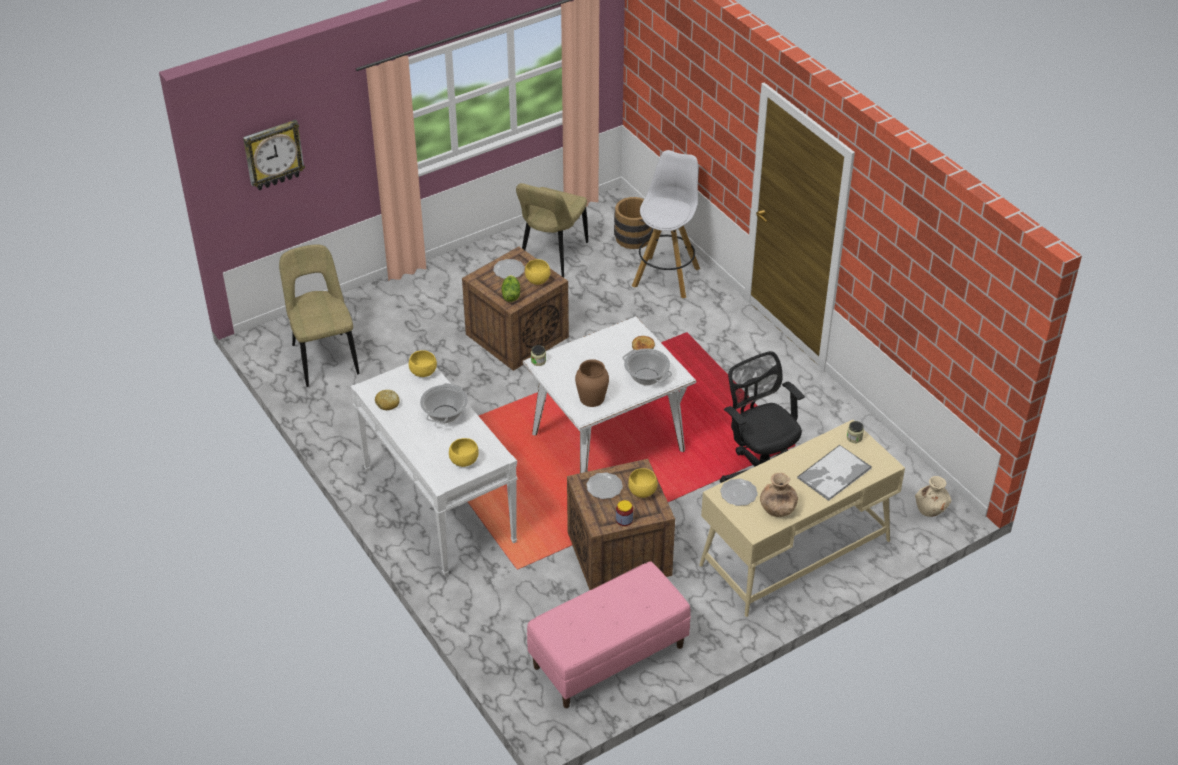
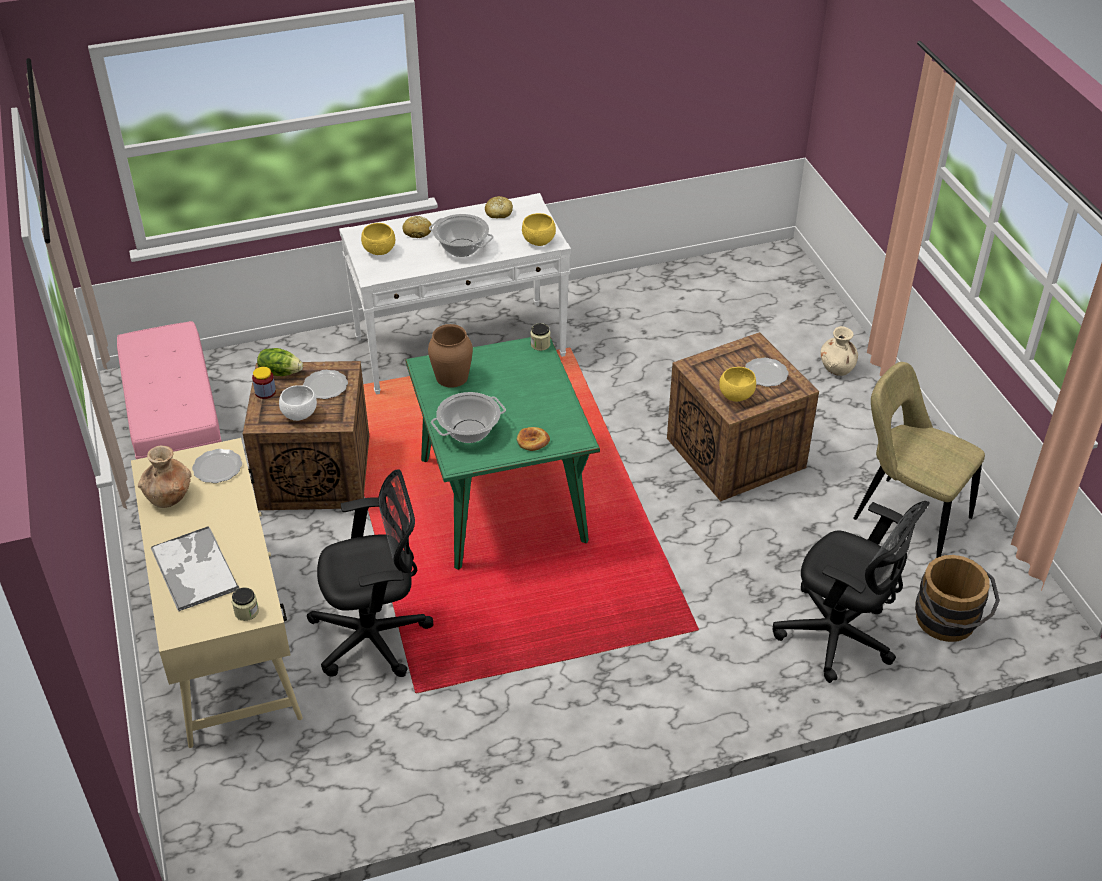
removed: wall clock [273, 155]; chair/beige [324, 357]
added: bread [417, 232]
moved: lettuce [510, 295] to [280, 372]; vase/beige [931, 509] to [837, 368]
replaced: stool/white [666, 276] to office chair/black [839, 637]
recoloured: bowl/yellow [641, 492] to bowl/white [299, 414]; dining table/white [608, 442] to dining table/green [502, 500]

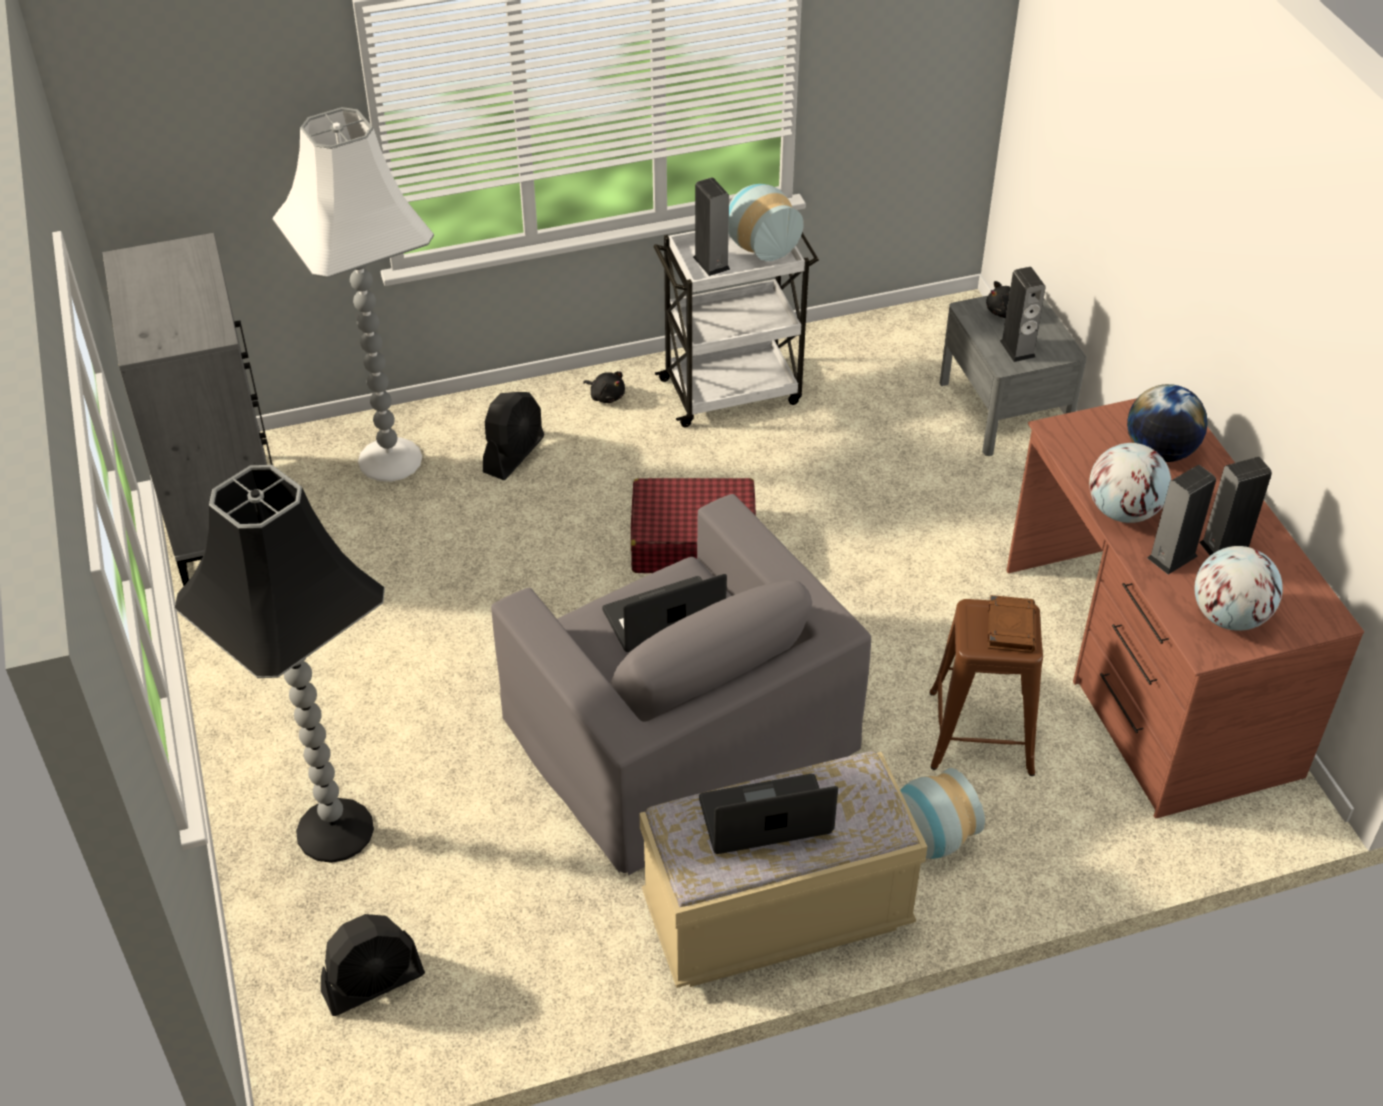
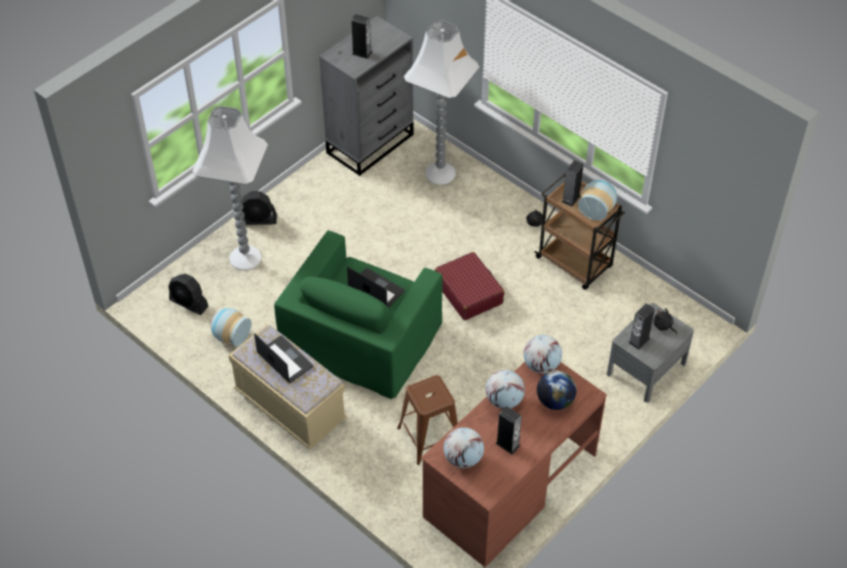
removed: book/brown [1010, 627]
added: globe [541, 365]
moved: vase [928, 839] to [230, 336]; fan/black [514, 454] to [258, 220]; speaker [1172, 557] to [362, 53]
recoloured: floor lamp/black [333, 830] to floor lamp/white [245, 257]; armchair/grey [680, 729] to armchair/green [361, 336]; cart/white [733, 390] to cart/brown [575, 263]

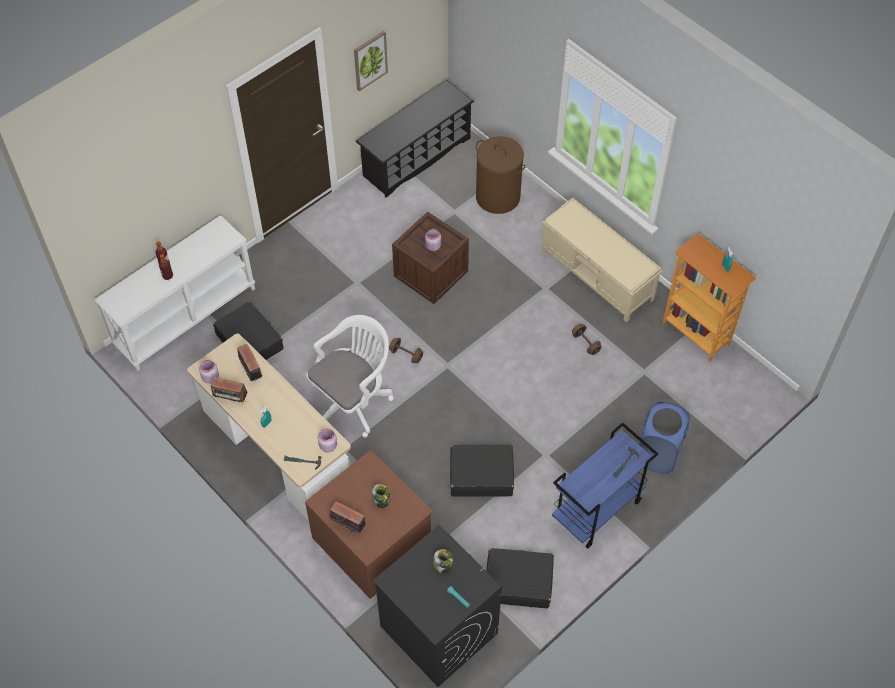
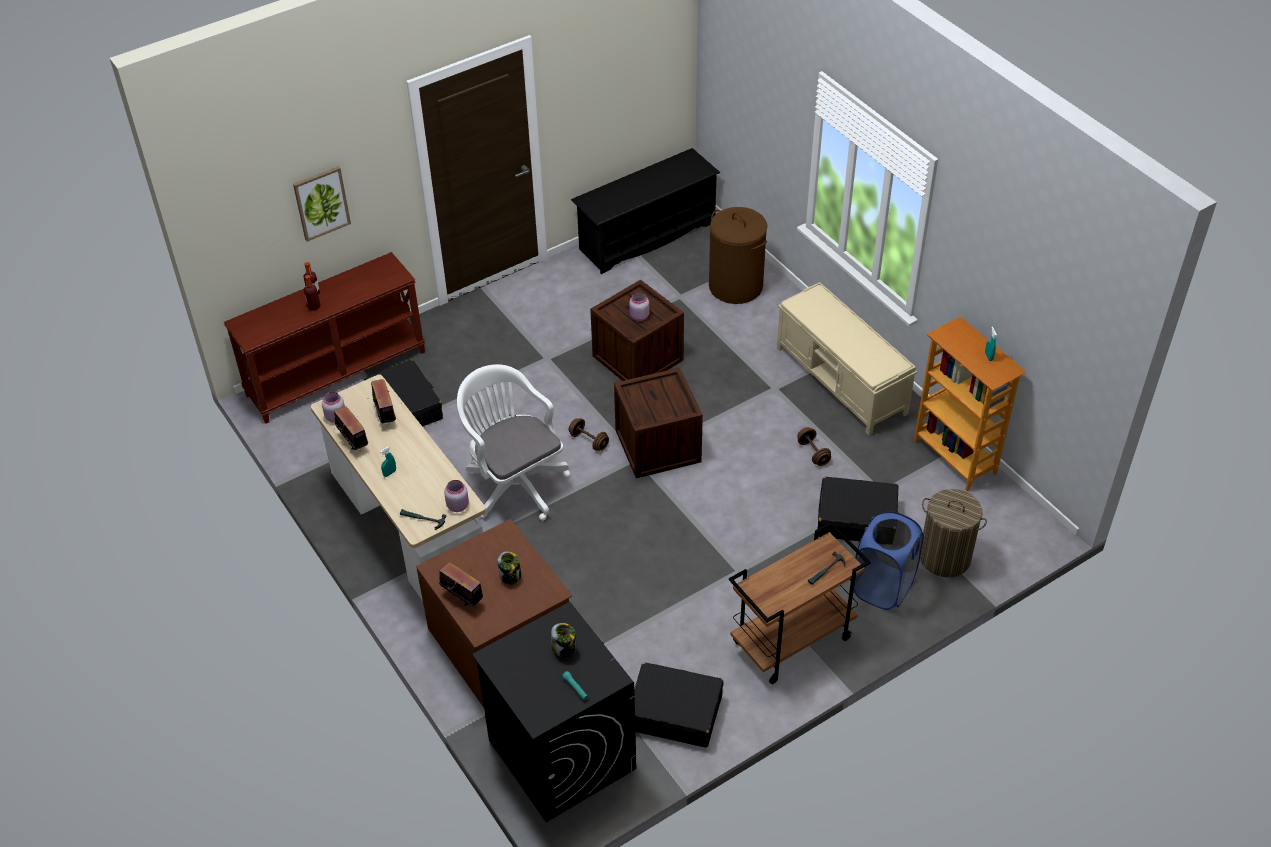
added: crate [658, 446]; laundry basket [944, 557]
moved: picture [370, 60] to [321, 203]; suitcase/black [481, 475] to [856, 519]
recoloured: console table/white [185, 316] to console table/brown [336, 372]; cart/blue [597, 510] to cart/brown [792, 642]
turned: radio [231, 399] = [354, 442] 150 degrees counterclockwise; office chair/white [353, 400] = [514, 483] 90 degrees counterclockwise

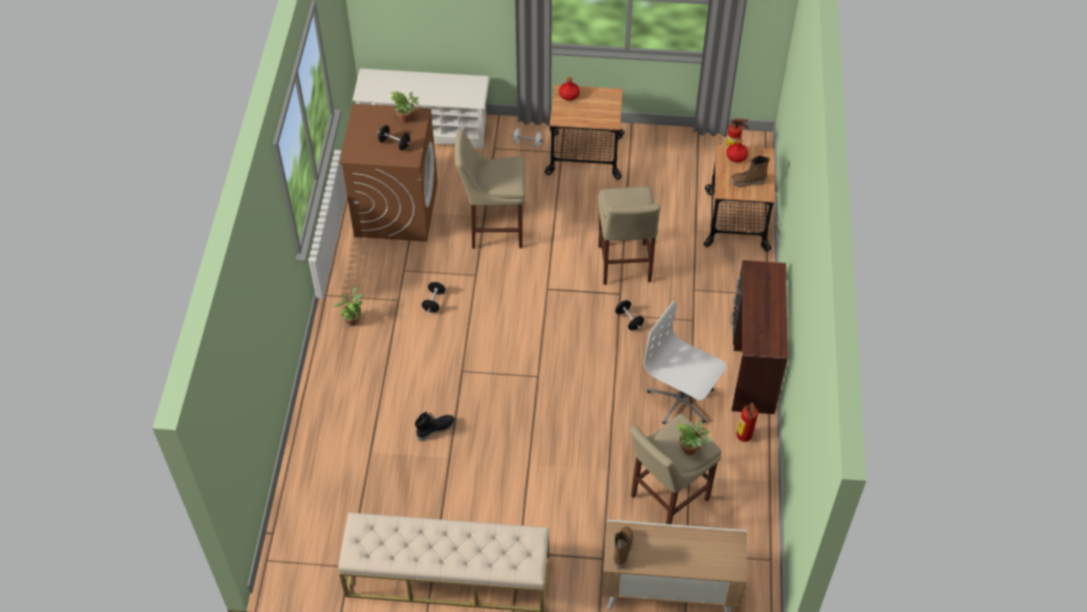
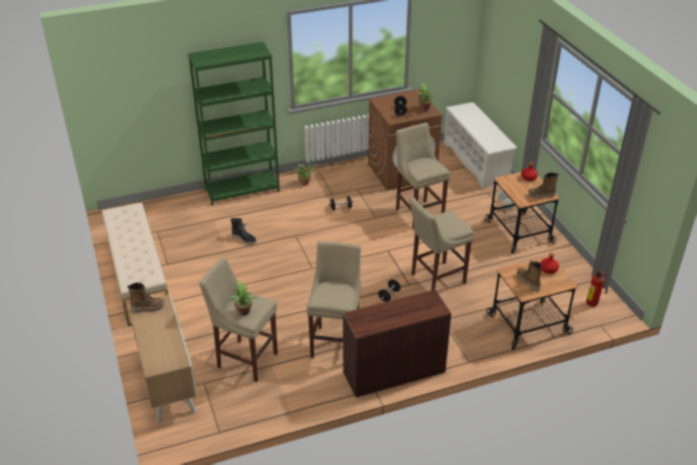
removed: fire extinguisher [743, 438]
added: bookcase/green [242, 190]; boot [541, 195]
replaced: office chair/white [681, 400] to stool/beige [336, 342]

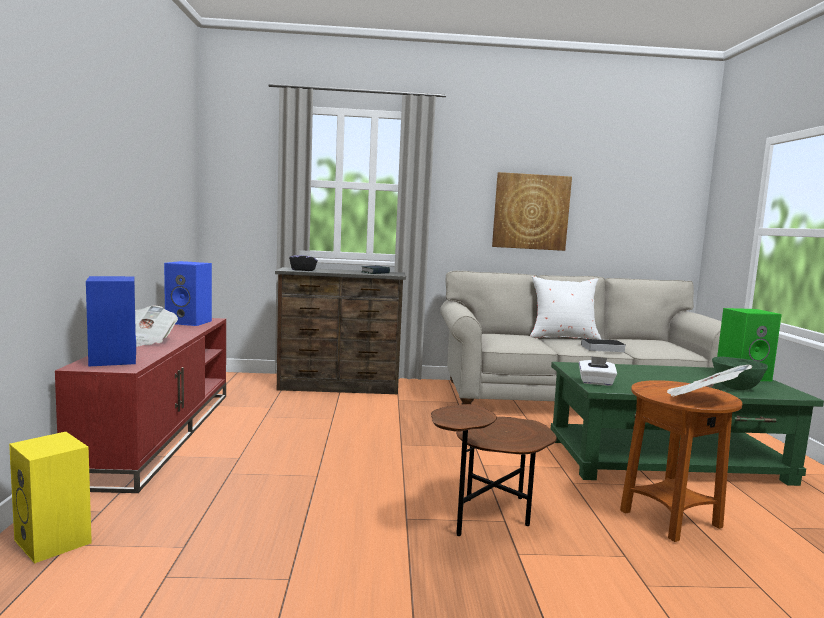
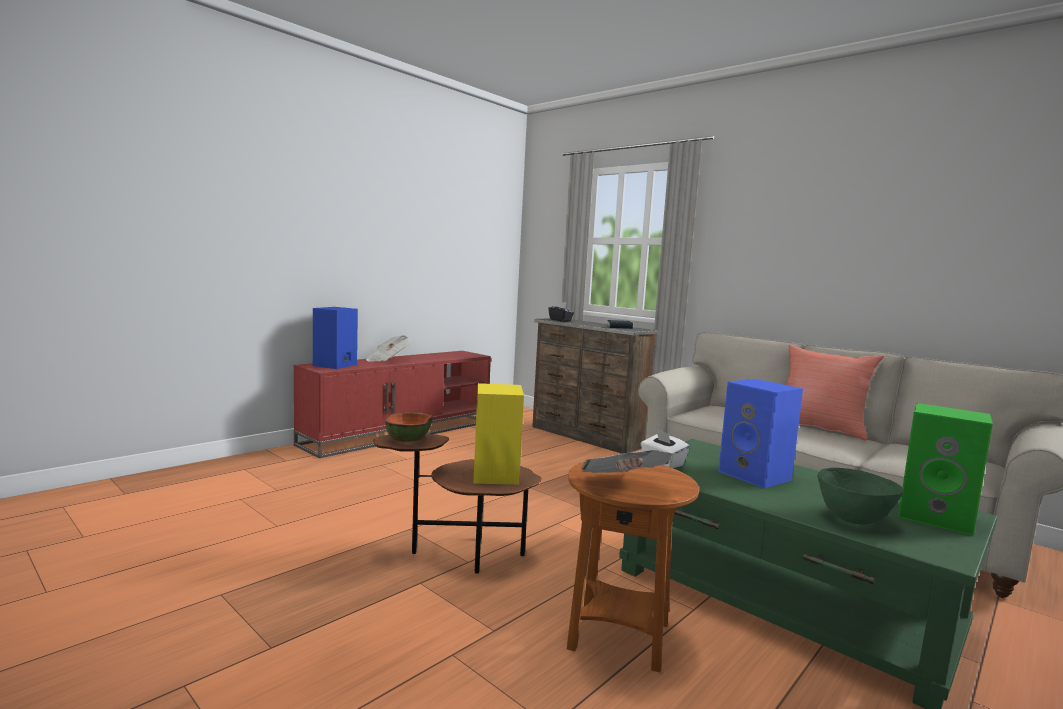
removed: picture [531, 212]; book [601, 348]
added: bowl [409, 440]
moved: speaker/yellow [55, 541] to [497, 475]; speaker/blue [190, 322] to [756, 476]
recoloured: pillow/white [562, 337] to pillow/red [819, 427]

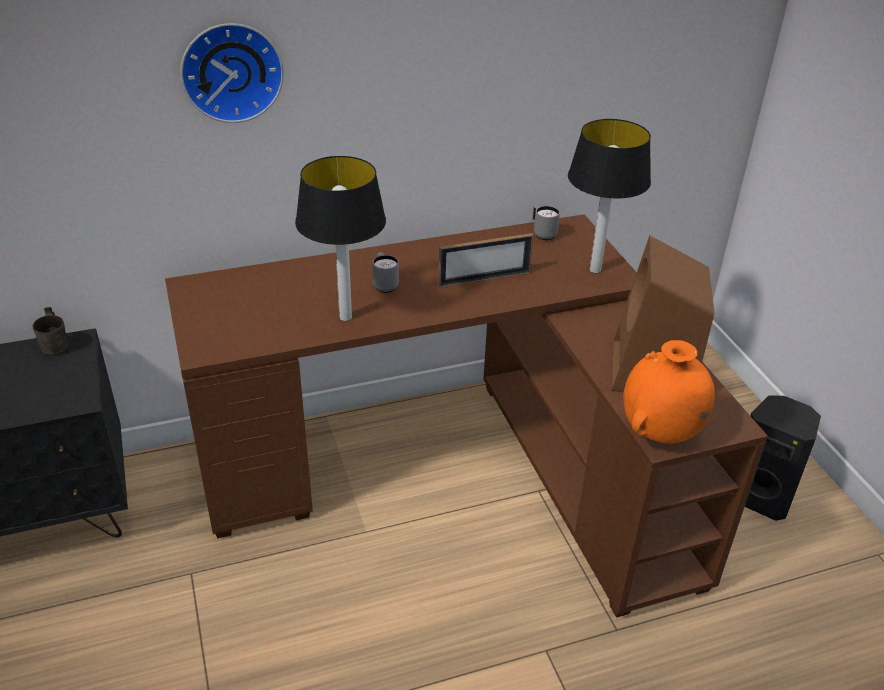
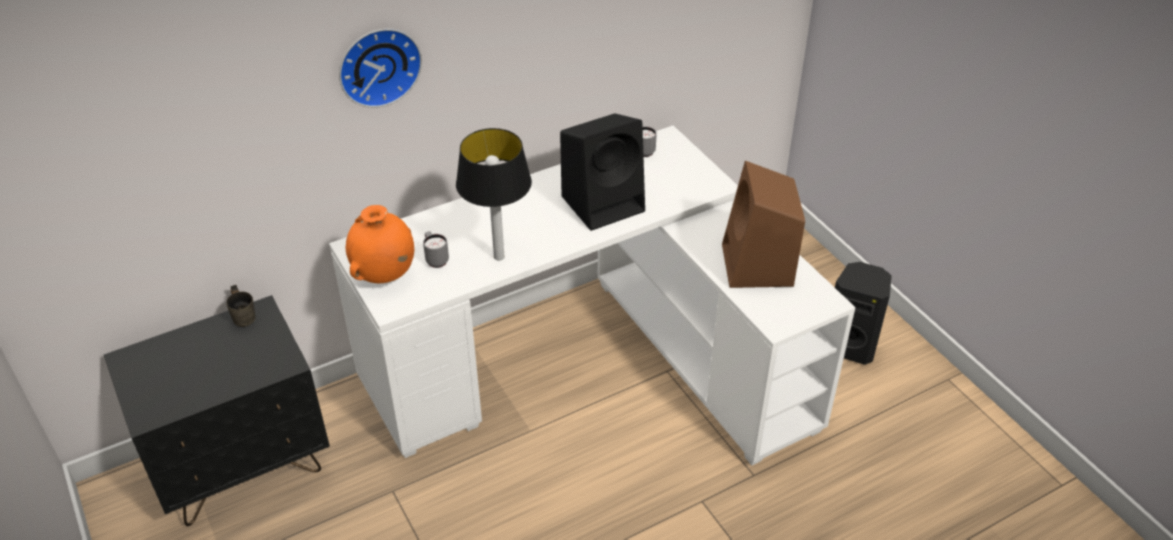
removed: table lamp [595, 270]
moved: vase/orange [659, 433] to [384, 276]; mug/grey [384, 285] to [435, 259]
replaced: picture frame [484, 279] to speaker/black [604, 203]
recoloured: desk/brown [461, 467] to desk/white [596, 361]

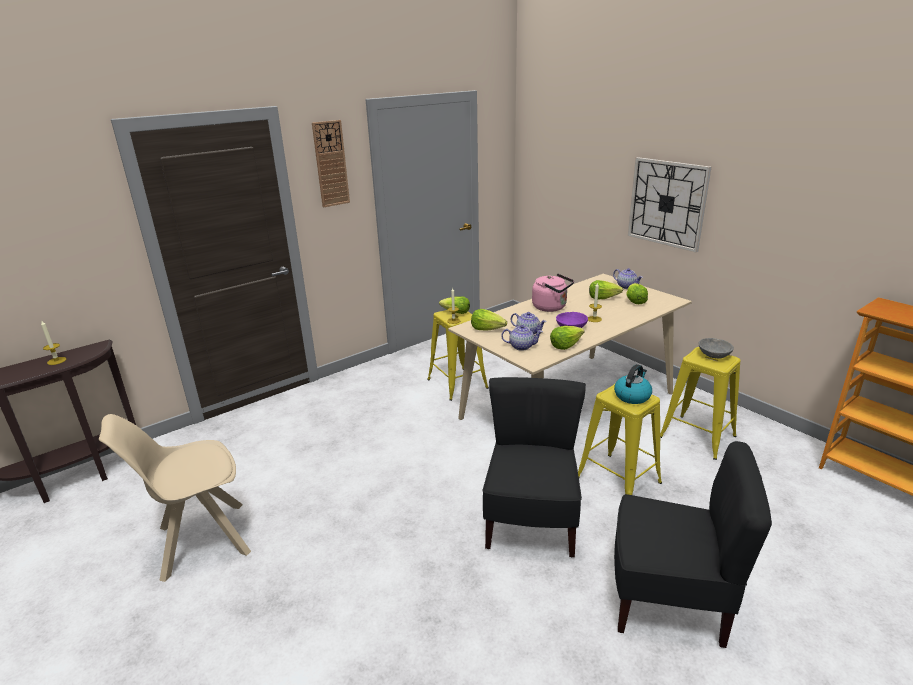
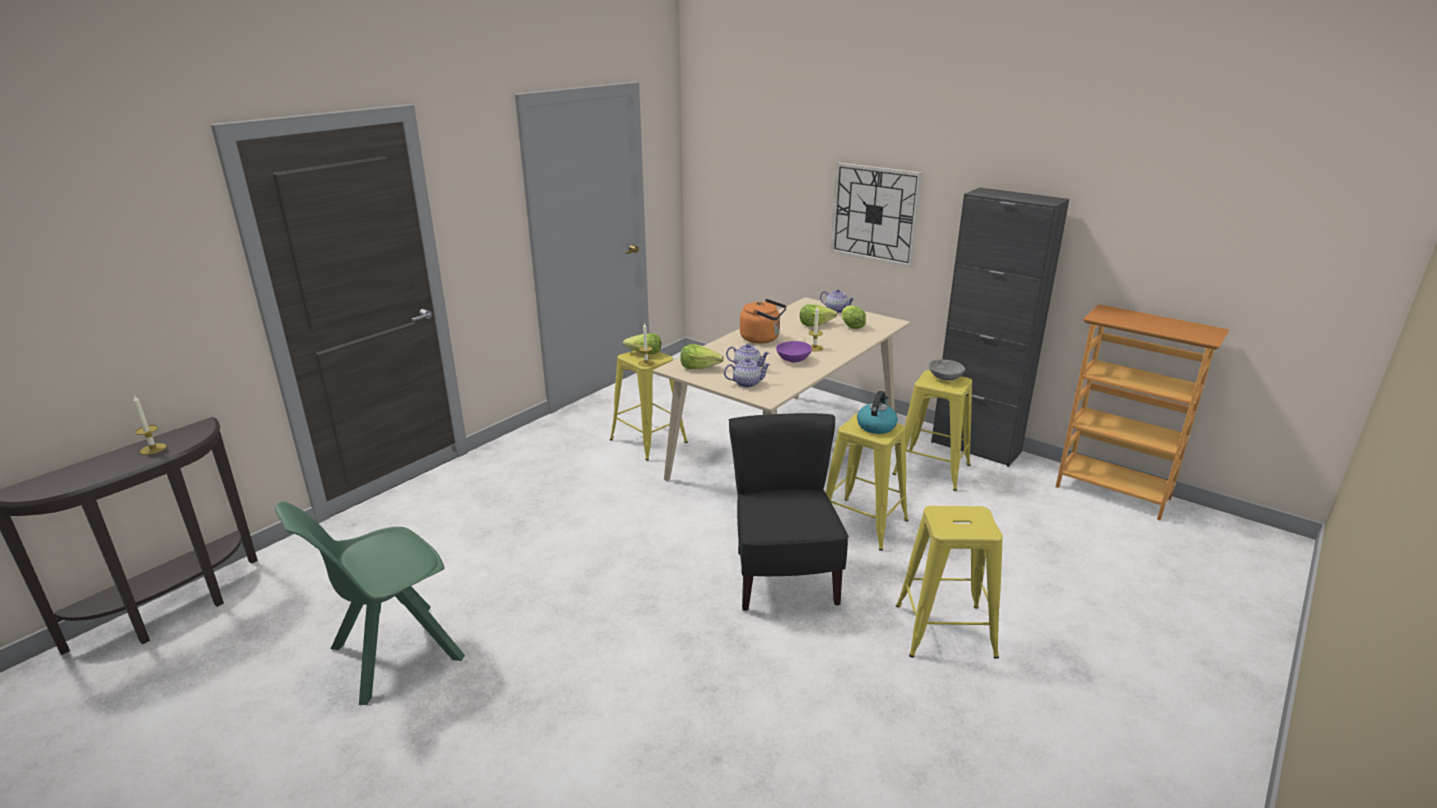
removed: wall clock [331, 164]; lettuce [565, 345]
added: cabinet/black [975, 447]
replaced: chair/black [668, 601] to stool/yellow [945, 630]
recoloured: chair/beige [200, 541] to chair/green [393, 654]; kettle/pink [551, 307] to kettle/orange [762, 338]

